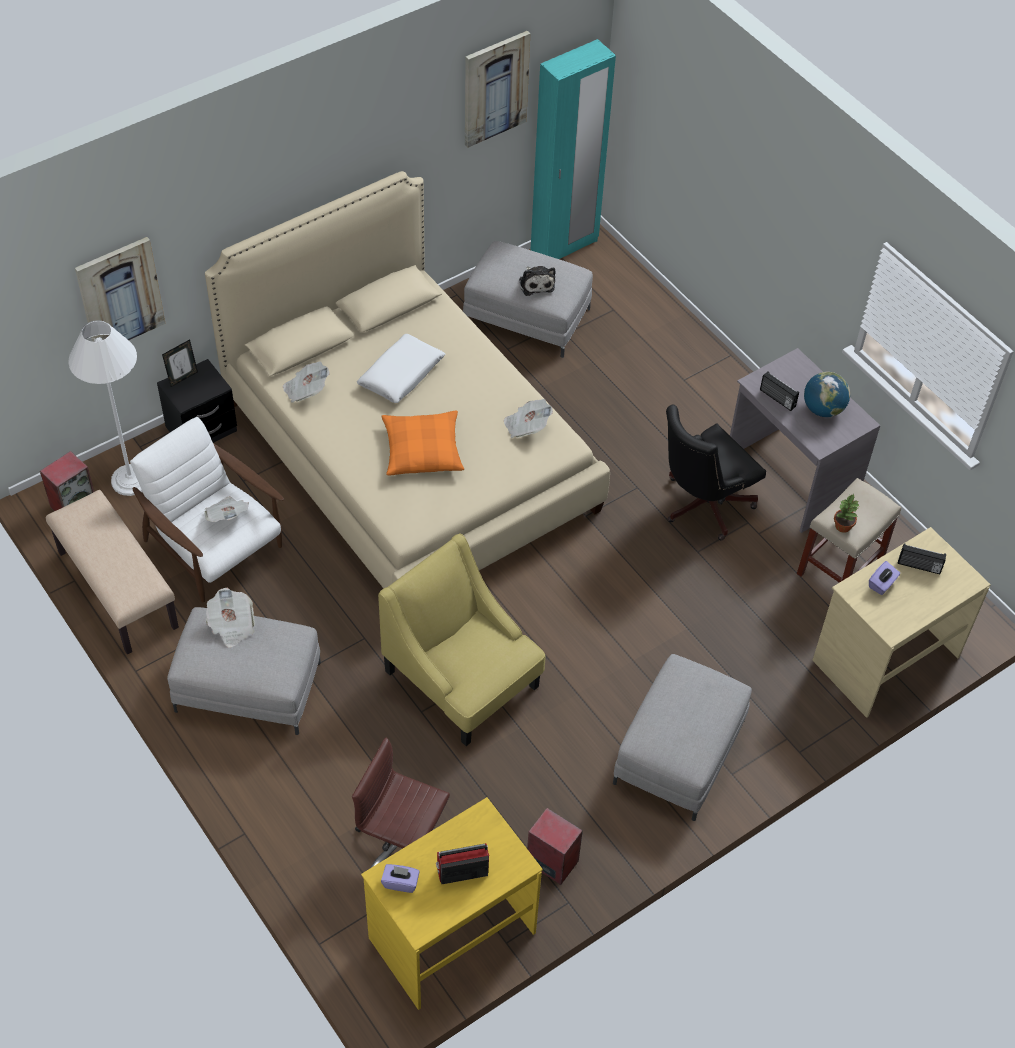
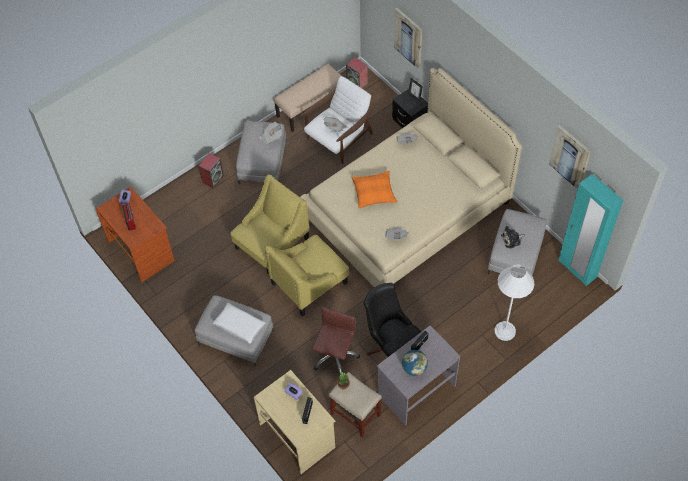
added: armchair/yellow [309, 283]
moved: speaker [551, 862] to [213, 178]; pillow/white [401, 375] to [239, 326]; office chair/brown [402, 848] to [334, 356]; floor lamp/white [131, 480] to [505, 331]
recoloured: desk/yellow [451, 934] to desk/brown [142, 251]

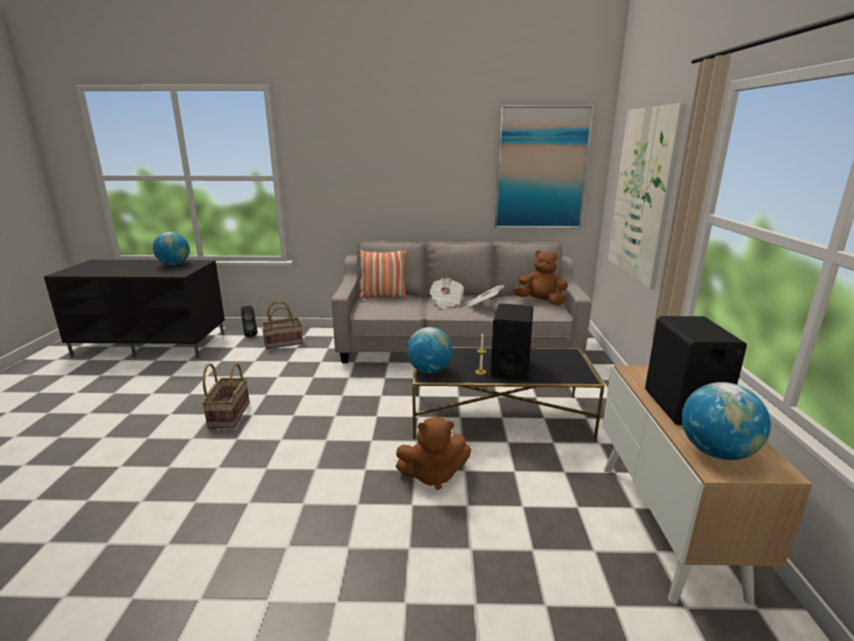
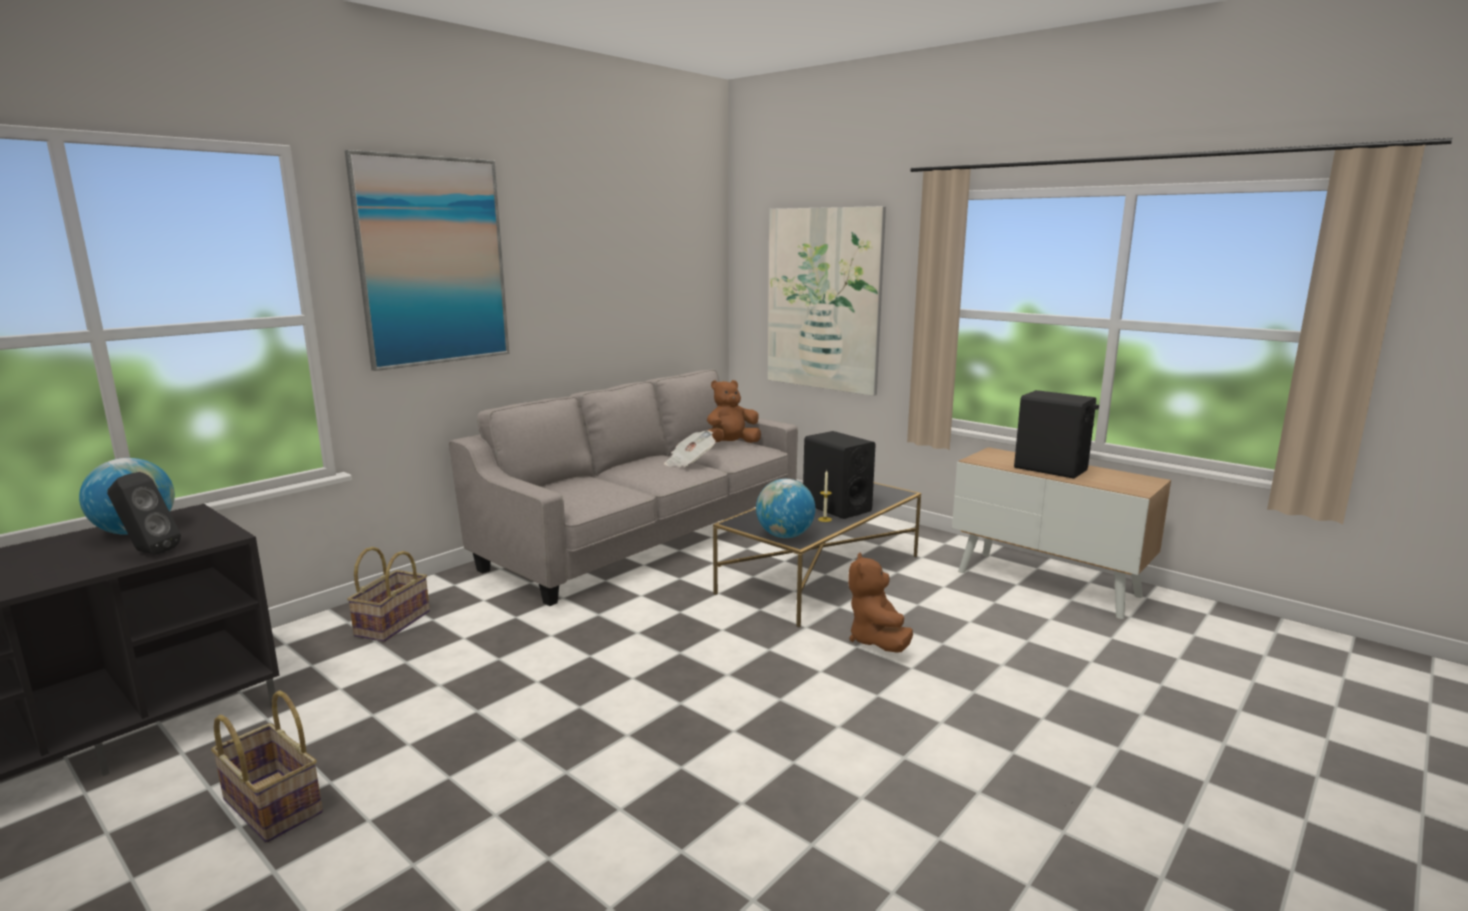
removed: pillow [383, 296]; newspaper [446, 302]; globe [716, 452]
moved: speaker/black [250, 334] to [147, 552]; basket [228, 414] to [270, 807]; picture [541, 169] to [433, 262]
turned: plush toy/brown [433, 475] = [877, 641] 150 degrees clockwise

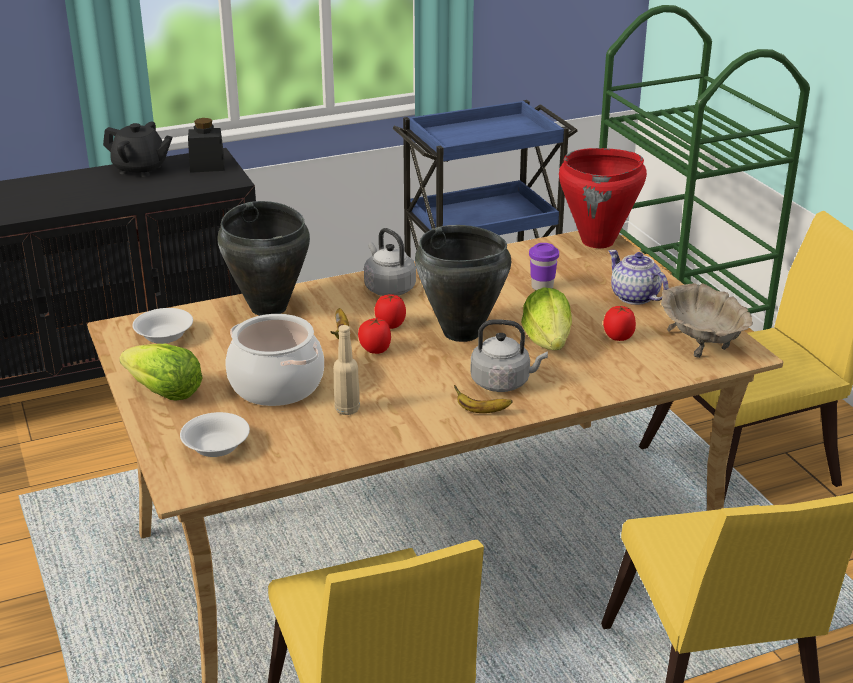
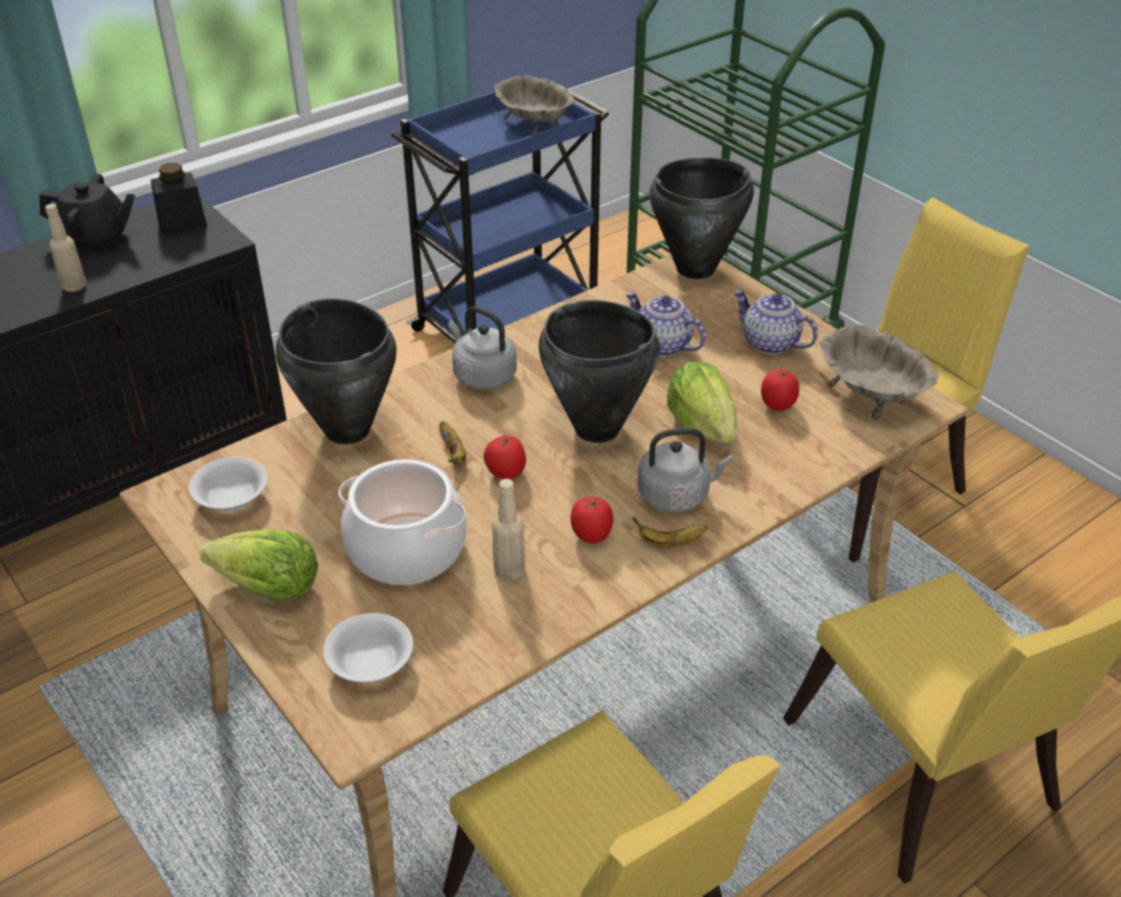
added: bottle/beige [74, 286]; bowl/beige [535, 124]
moved: tomato [390, 325] to [591, 535]
replaced: cup/purple [542, 287] to teapot [661, 345]
recoloured: cooking pot/red [598, 241] to cooking pot/black [696, 269]

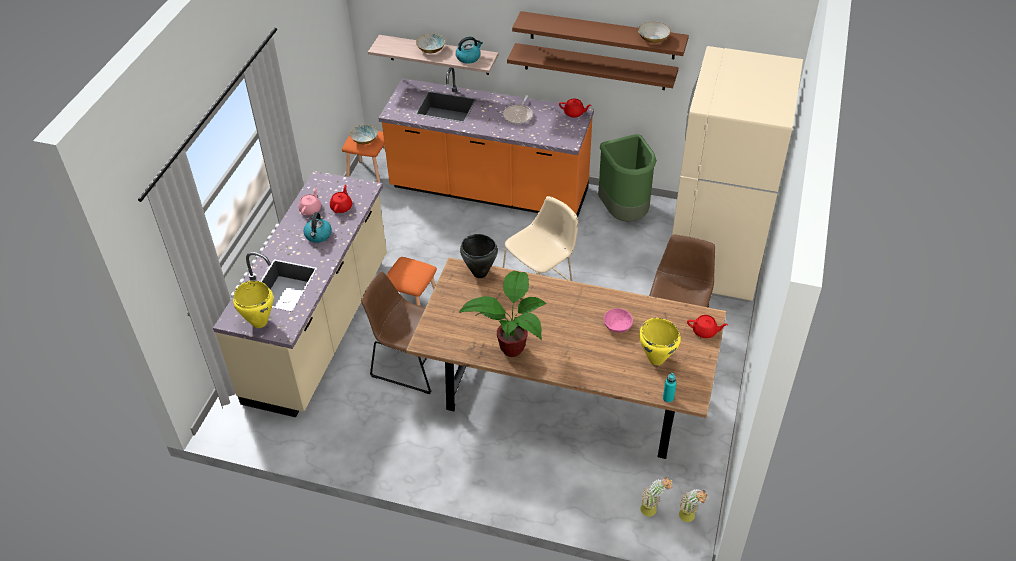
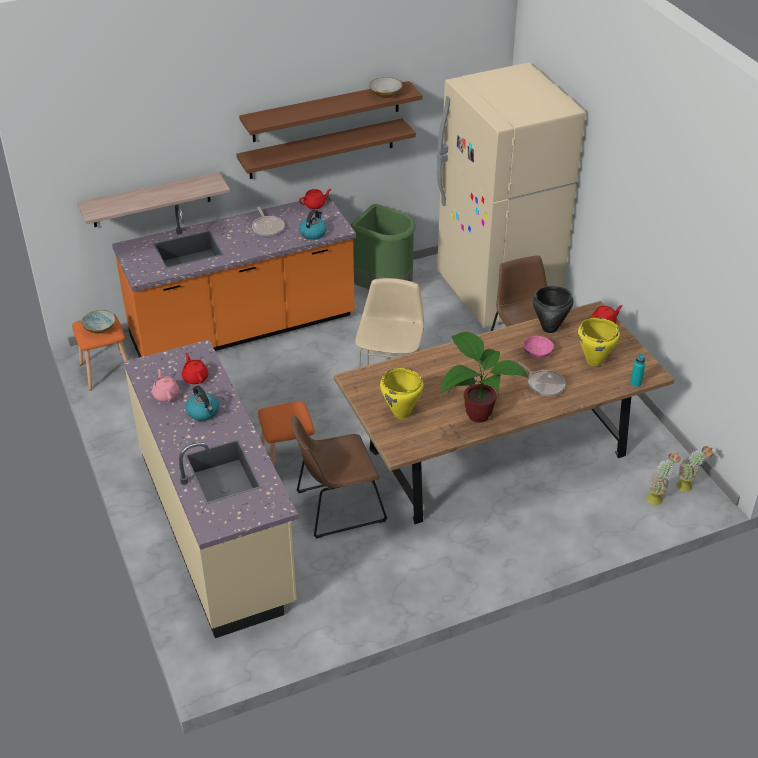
removed: bowl [431, 49]
added: frying pan [544, 384]
moved: kettle [468, 57] to [313, 233]; cooking pot/yellow [259, 322] to [401, 413]; cooking pot/black [480, 273] to [550, 328]

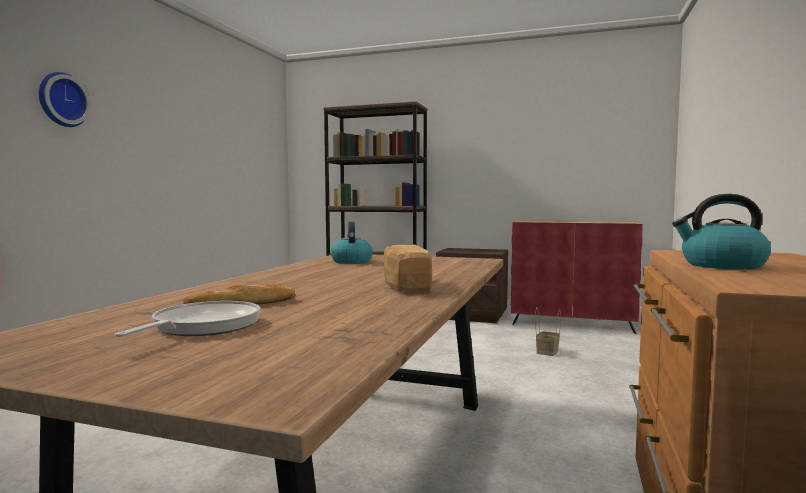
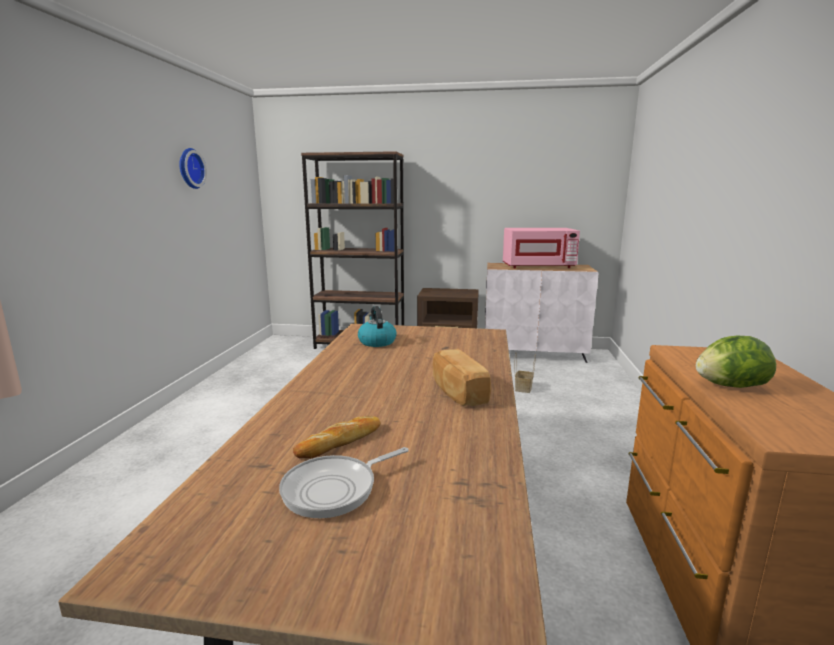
added: microwave/pink [538, 267]
moved: wall clock [61, 100] to [189, 168]
replaced: kettle [721, 265] to lettuce [729, 386]
recoloured: cabinet/red [572, 323] to cabinet/white [534, 353]
turned: frying pan [202, 326] = [335, 489] 135 degrees counterclockwise

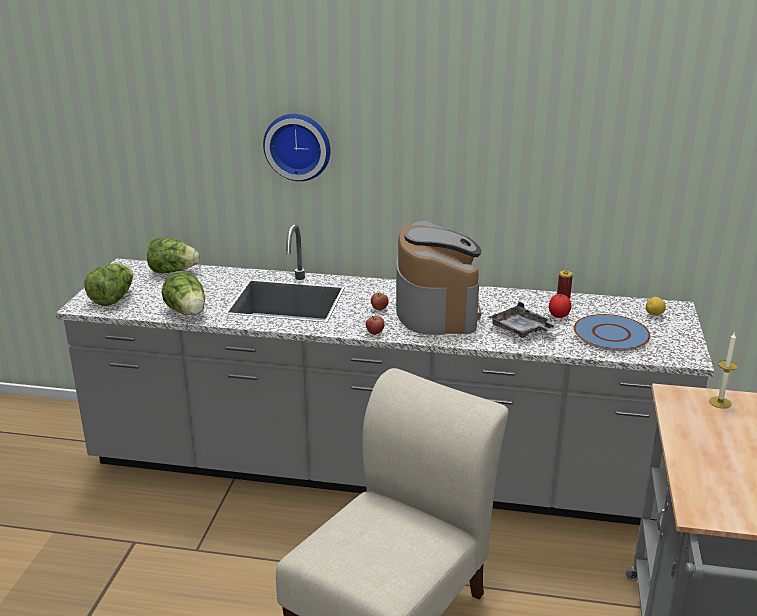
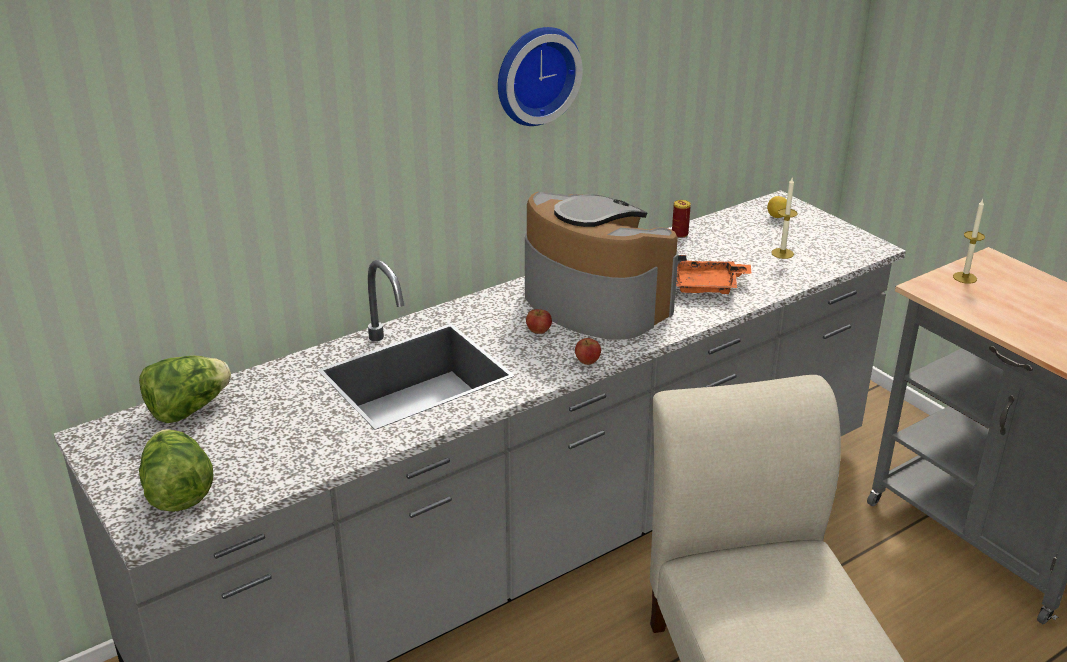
removed: lettuce [188, 312]; tomato [558, 316]
moved: wall clock [298, 146] to [534, 74]
replaced: plate/blue [611, 334] to candle [782, 253]
recoloured: tray/grey [521, 330] to tray/orange [708, 286]

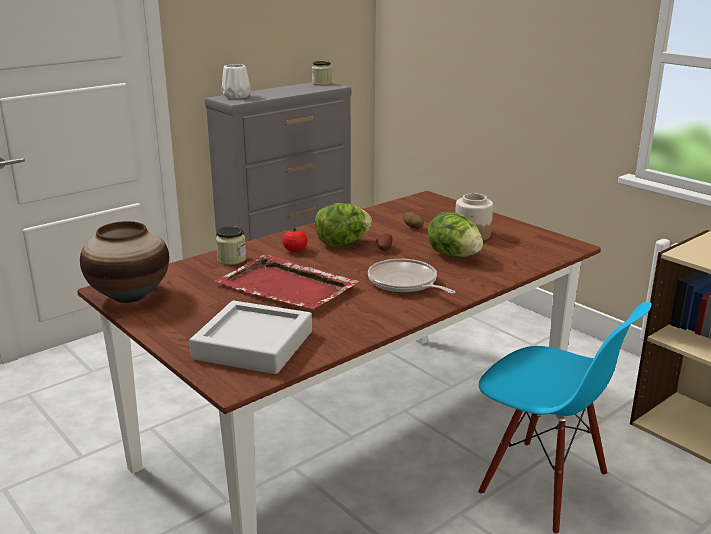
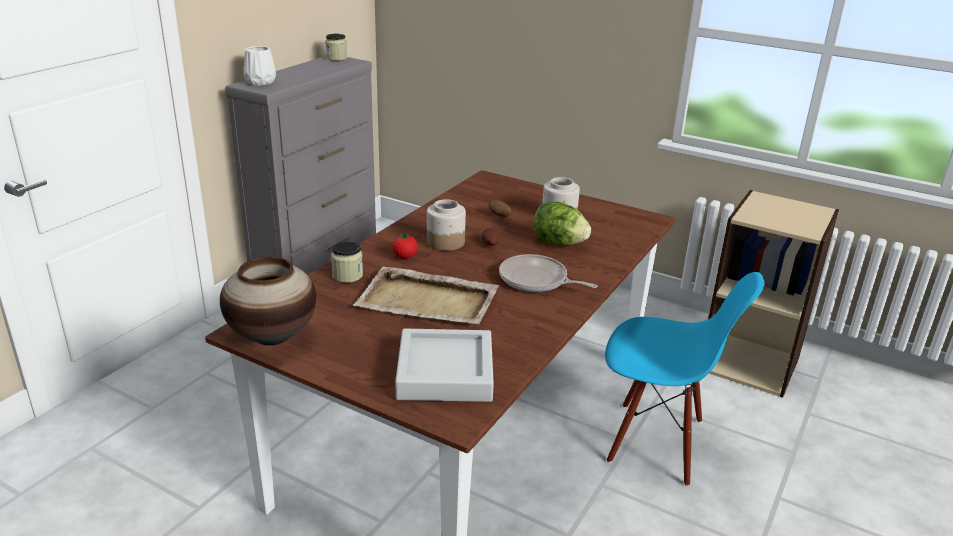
replaced: lettuce [342, 243] to jar [445, 242]
recoloured: tray/red [287, 287] to tray/beige [429, 301]

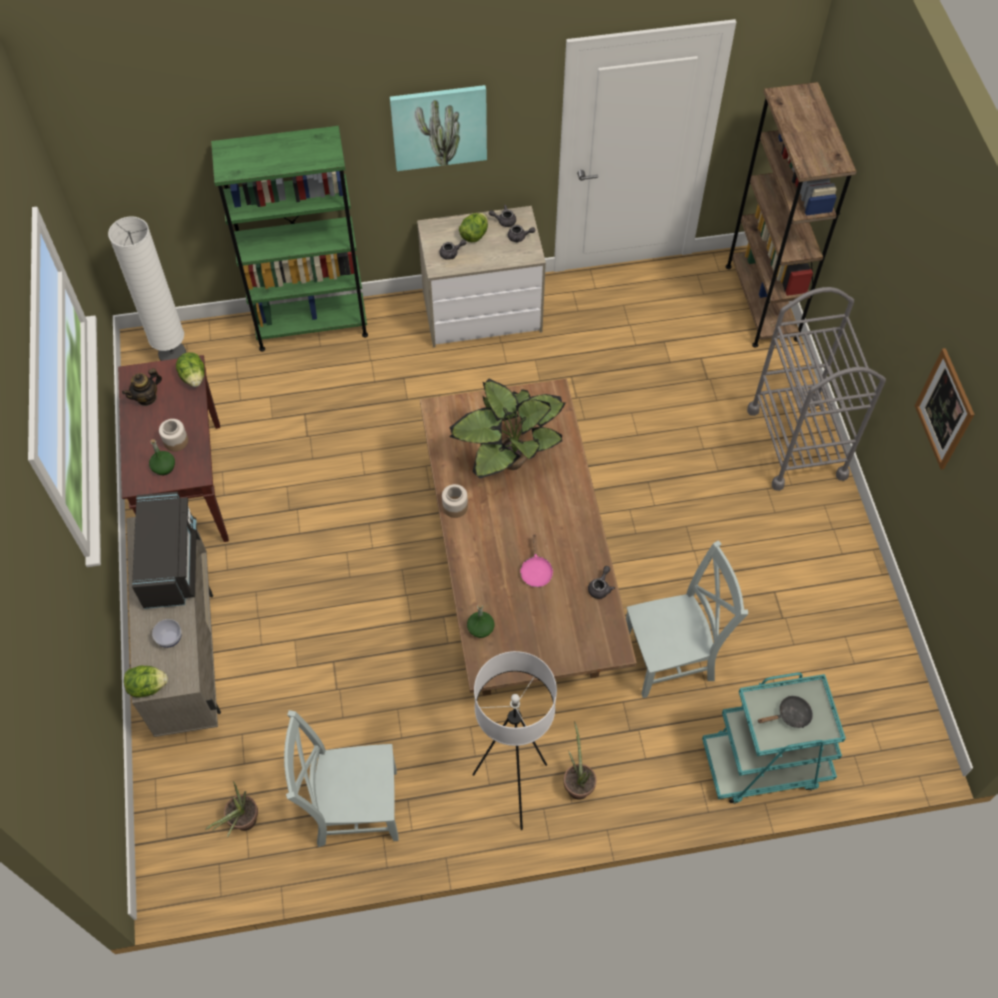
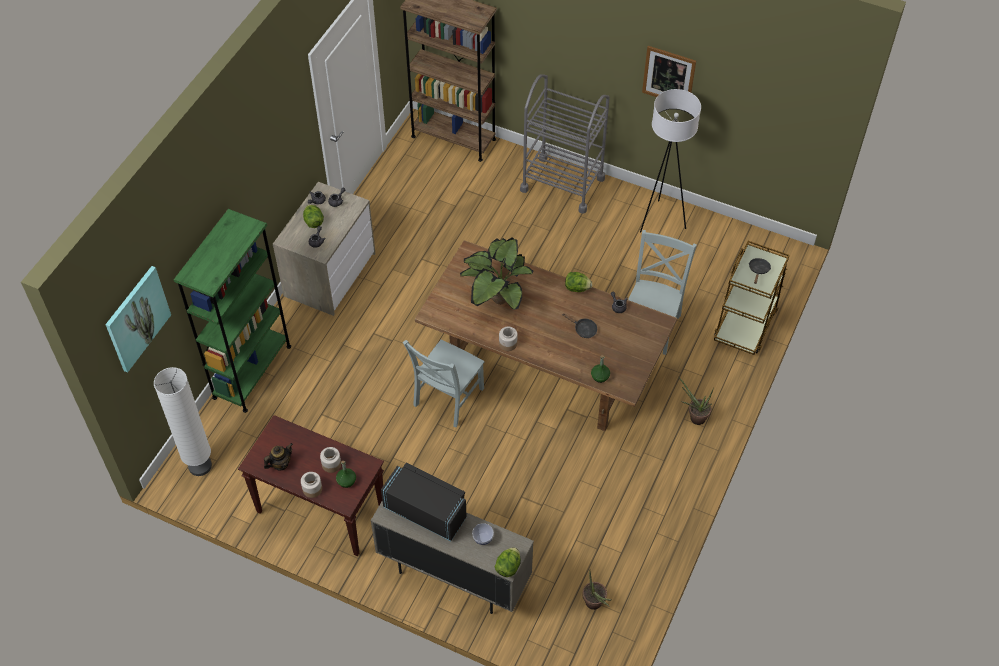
added: jar [312, 489]
moved: picture [439, 127] to [137, 318]; chair/grey [352, 807] to [447, 399]; lettuce [193, 377] to [577, 288]; floor lamp/white [512, 788] to [660, 220]
recoloured: frying pan/pink [536, 571] to frying pan/black [583, 329]; cart/turquoise [764, 763] to cart/brown [745, 324]
turned: teapot [147, 397] = [280, 464] 120 degrees counterclockwise

